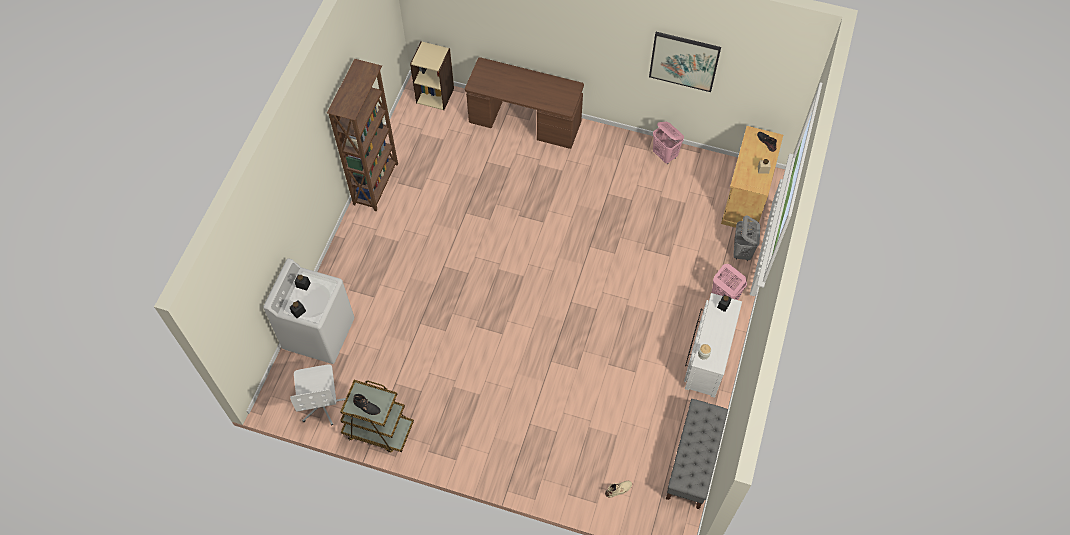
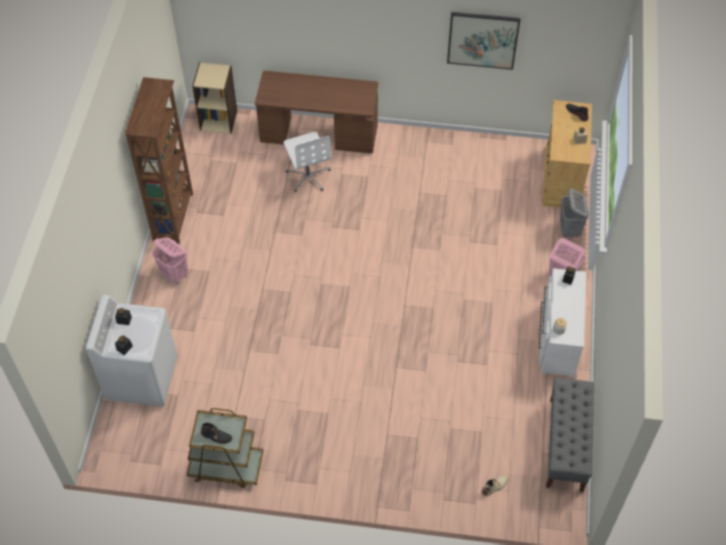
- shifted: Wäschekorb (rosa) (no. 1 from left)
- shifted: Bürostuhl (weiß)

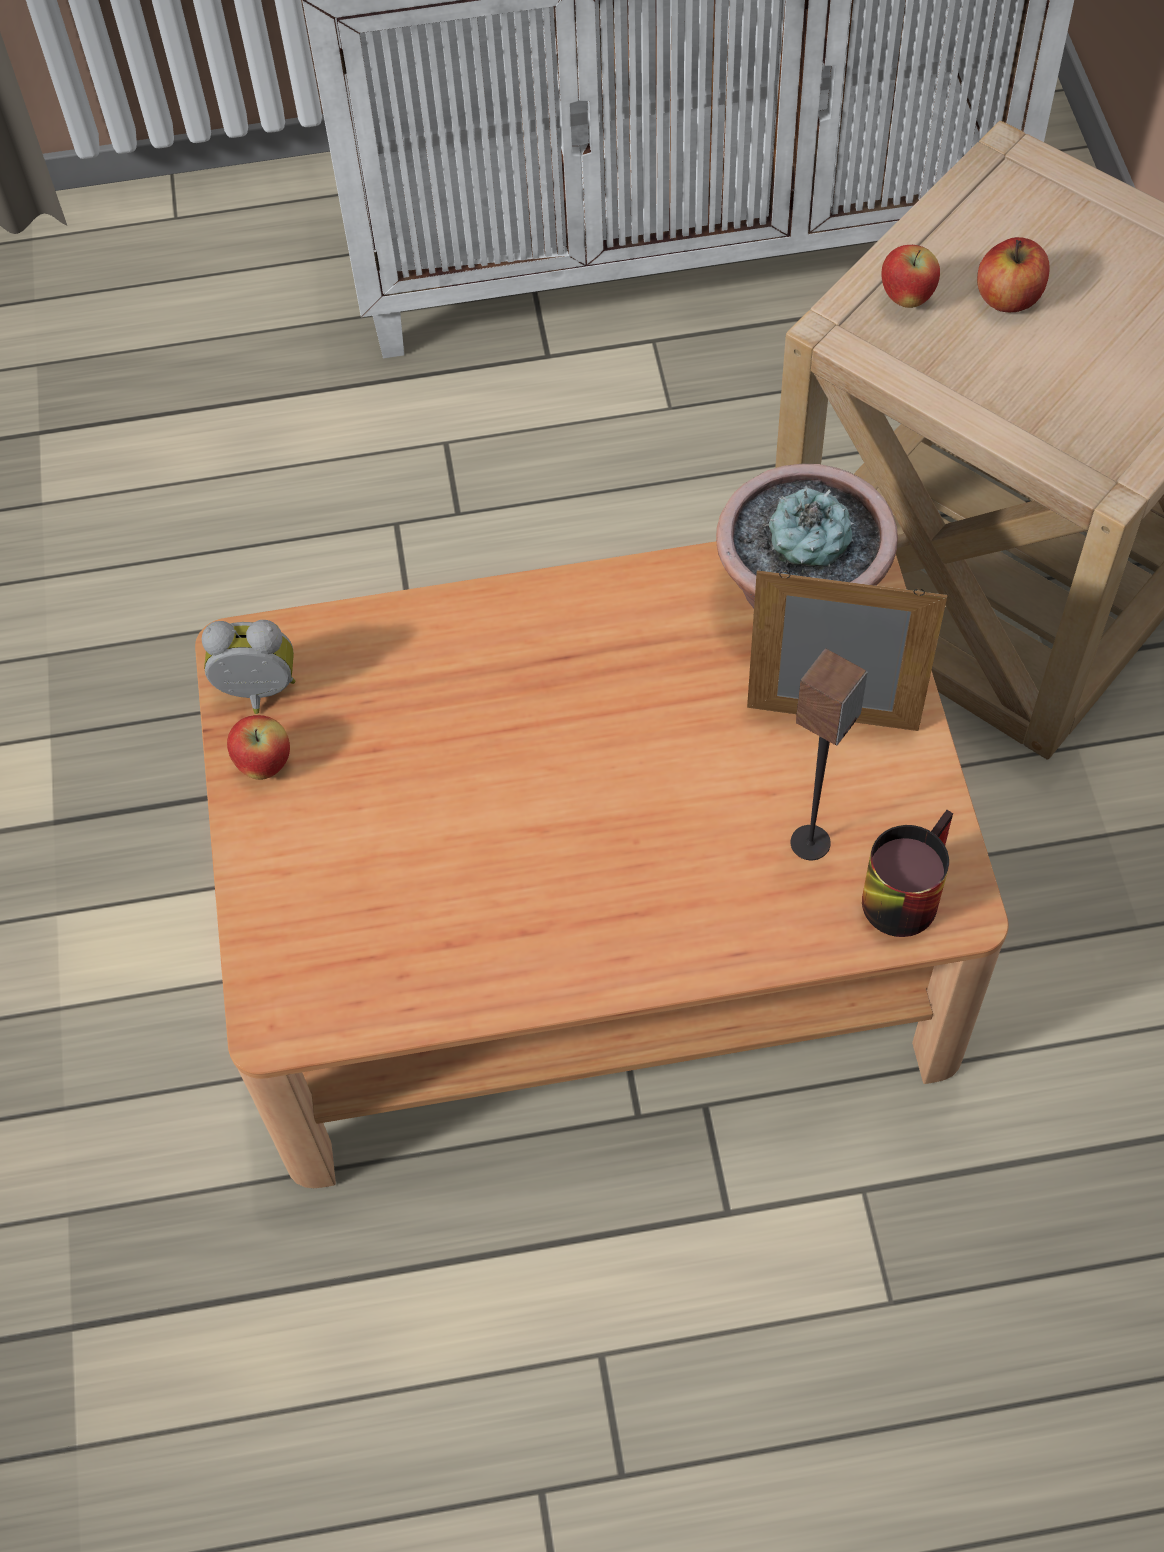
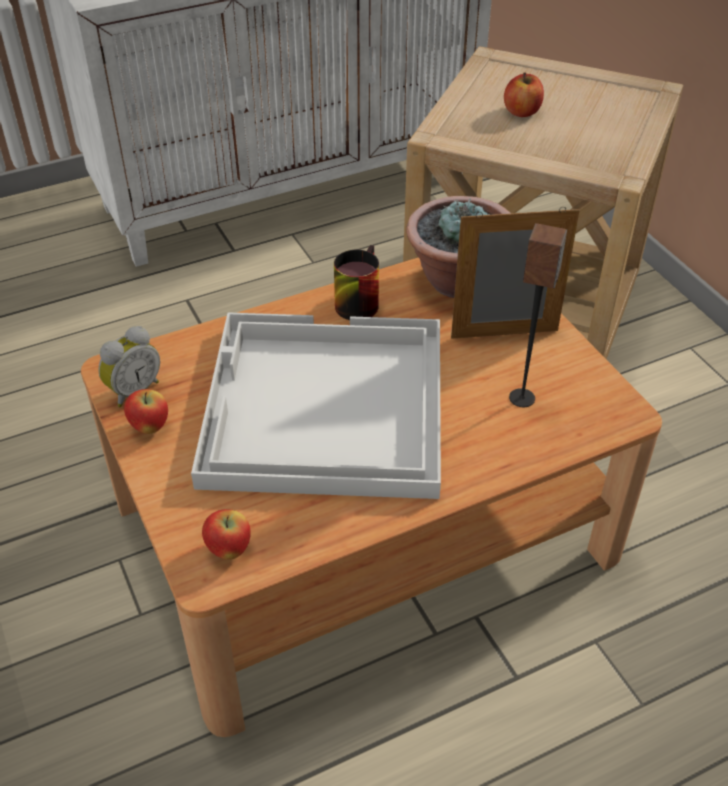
- rotated: Wecker 150 degrees clockwise
- new: Tablett (weiß)
- shifted: Apfel (no. 2 from left)
- shifted: Henkelbecher

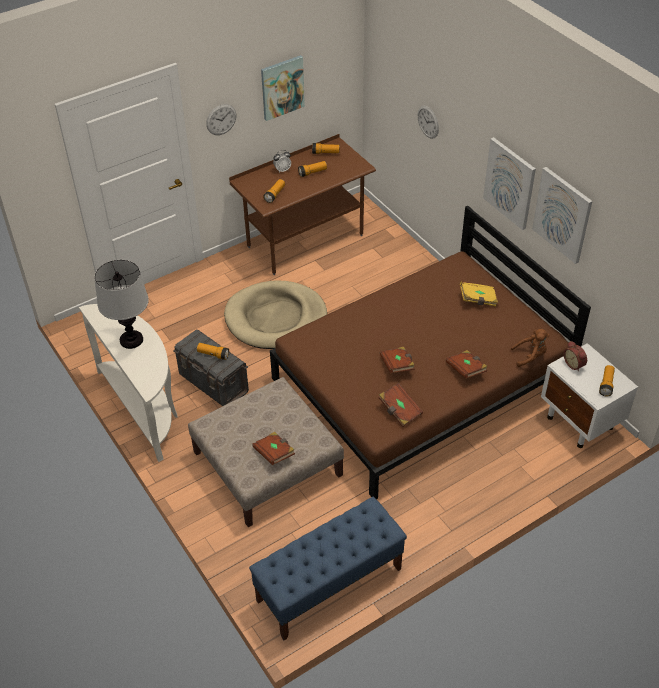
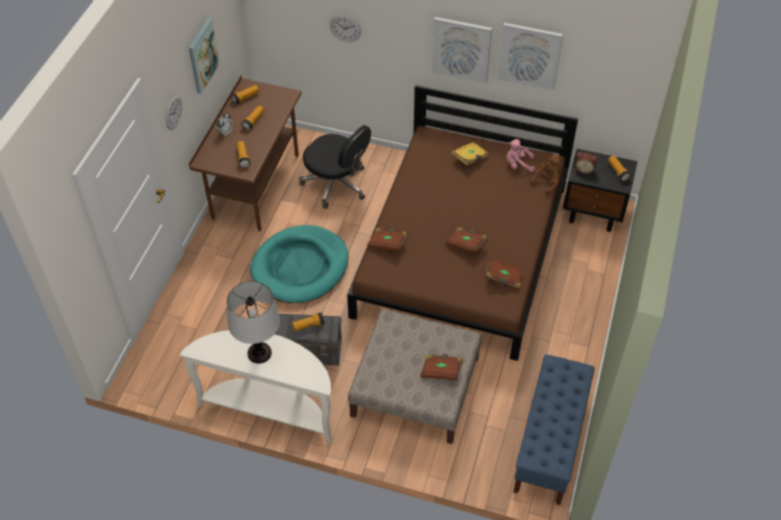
- repainted: Hundebett (beige) to Hundebett (türkis)
- new: Bürostuhl (schwarz)
- shifted: Buch (braun) (no. 4 from left in the first image) to Buch (braun) (no. 1 from left)
- new: Plüschtier (rosa)
- repainted: Nachttisch (weiß) to Nachttisch (schwarz)

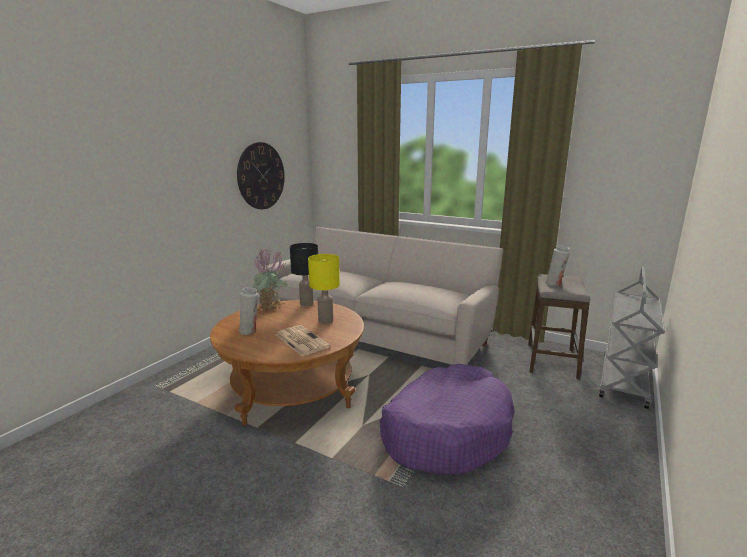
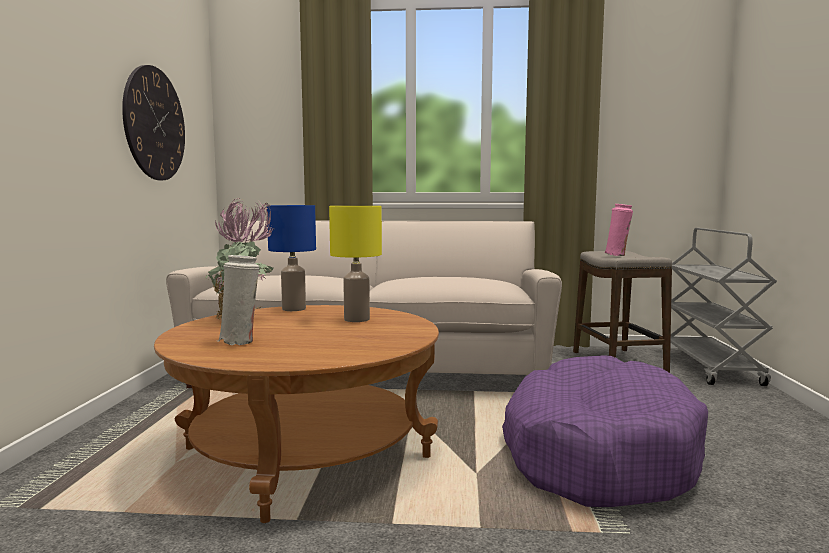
- repainted: Tischlampe (schwarz) to Tischlampe (blau)
- repainted: Vase (weiß) (no. 2 from left) to Vase (rosa)
- gone: Zeitung

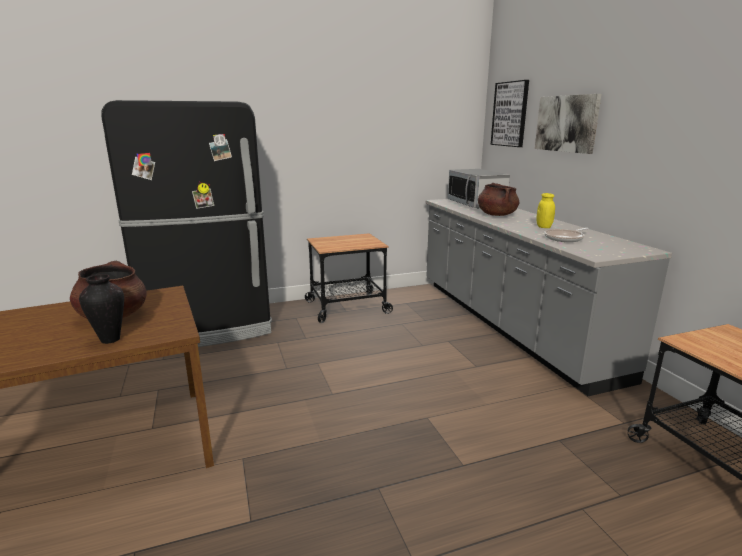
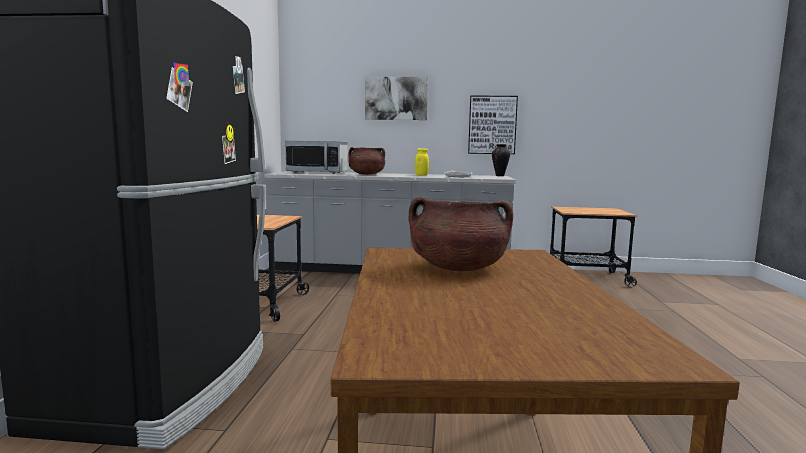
- shifted: Bild (no. 1 from left in the first image) to Bild (no. 2 from left)
- shifted: Vase

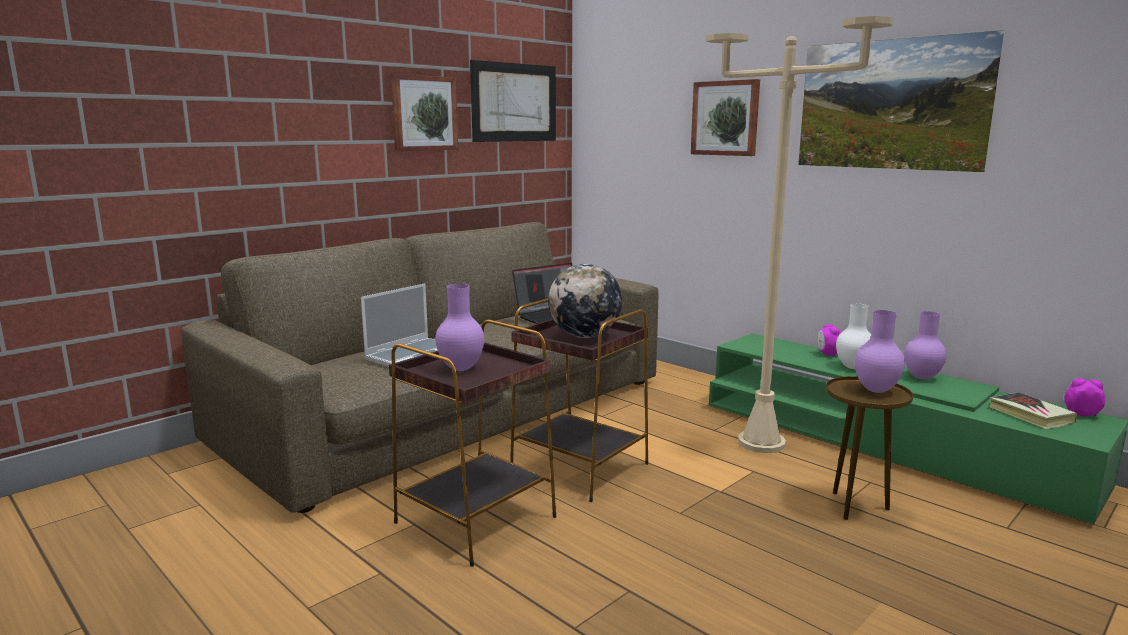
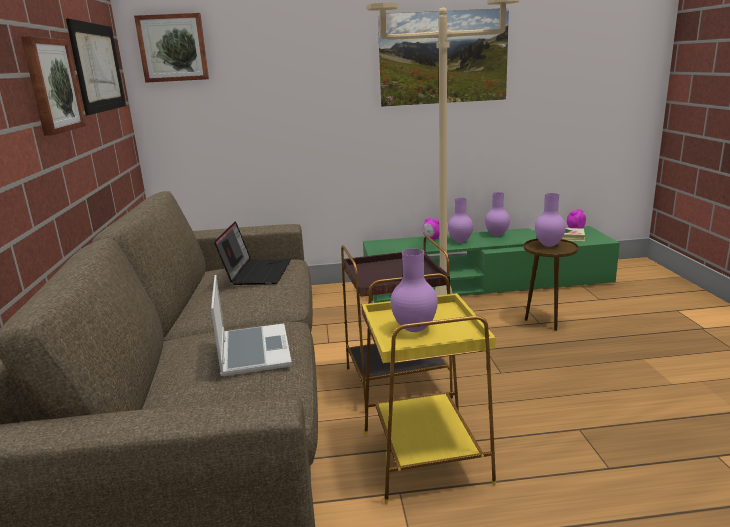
- shifted: Bild (no. 3 from left)
- repainted: Beistelltisch (braun) (no. 1 from left) to Beistelltisch (gelb)
- repainted: Vase (weiß) to Vase (lila) (no. 2 from left)
- gone: Globus

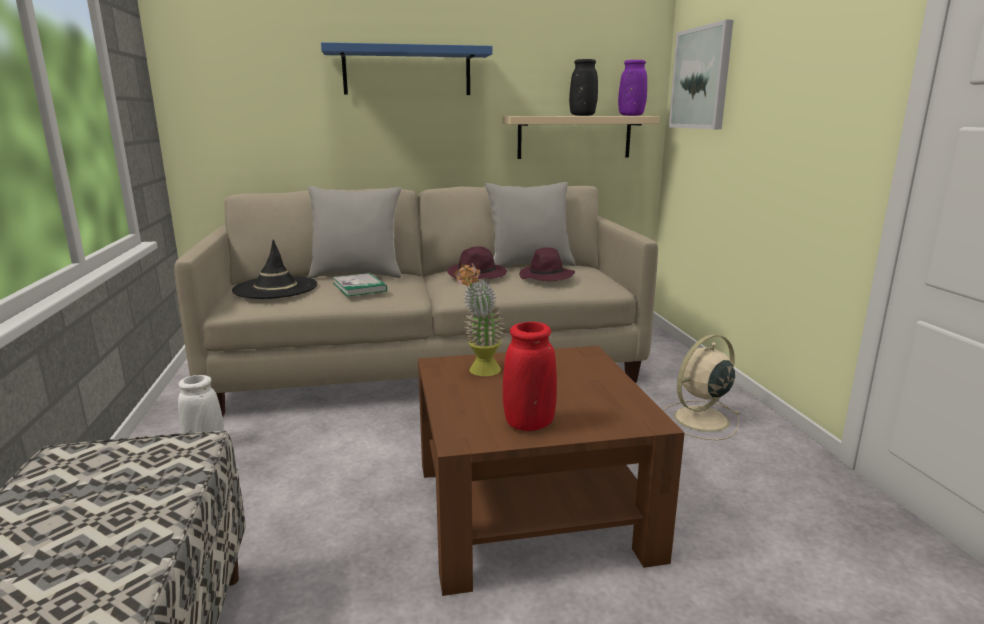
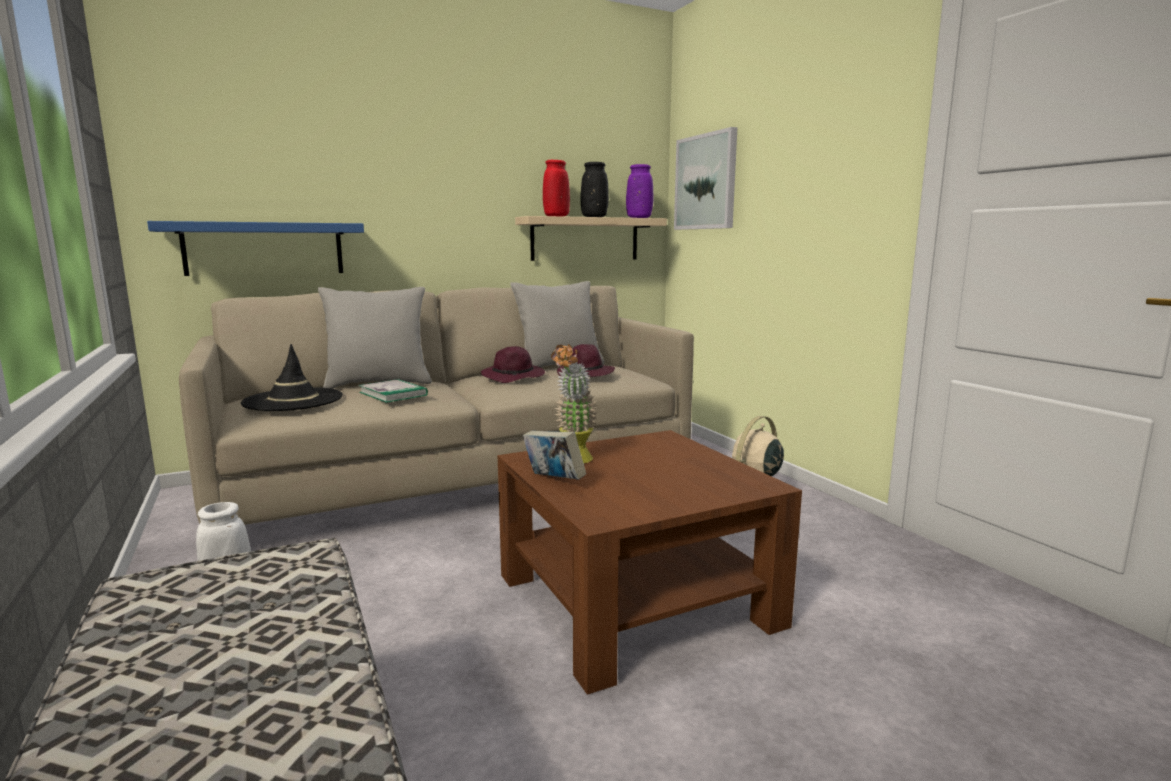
- shifted: Wandregal (blau)
- new: Buch (no. 2 from left)
- shifted: Vase (rot)

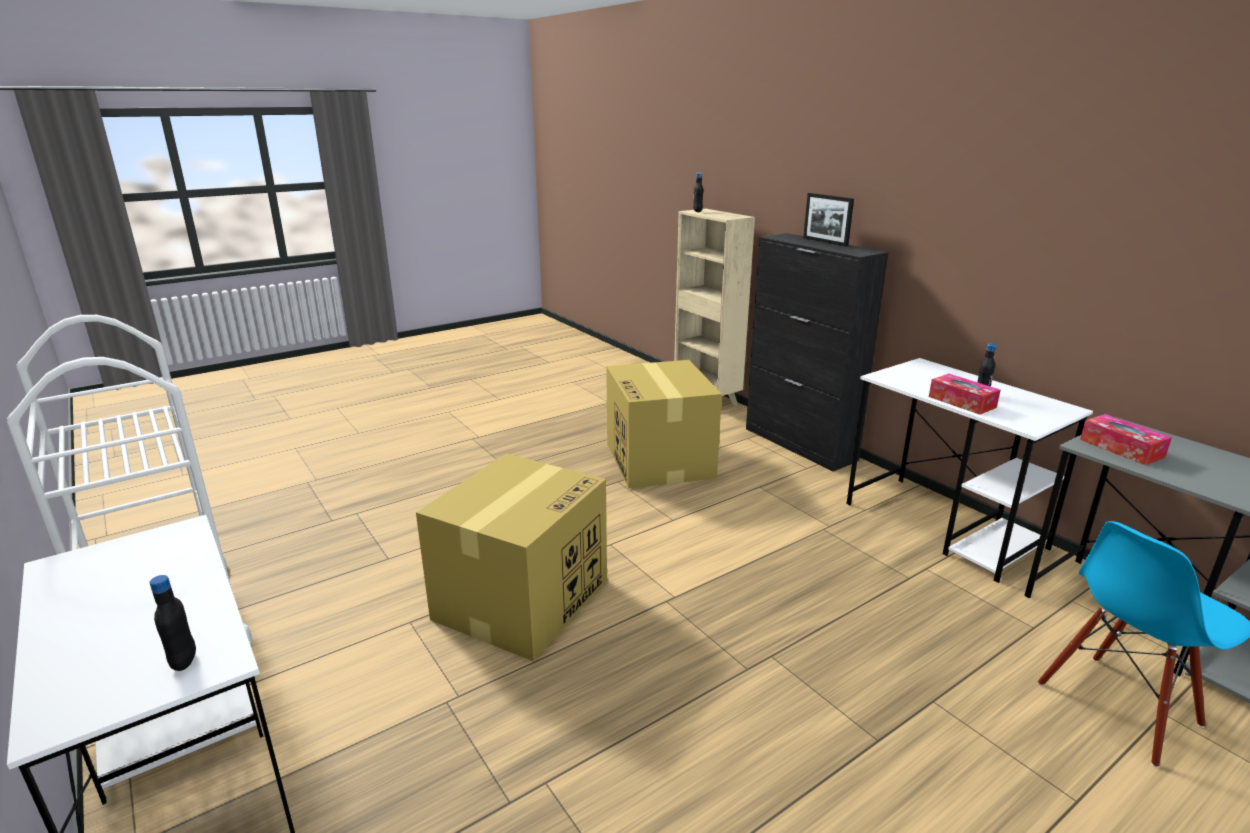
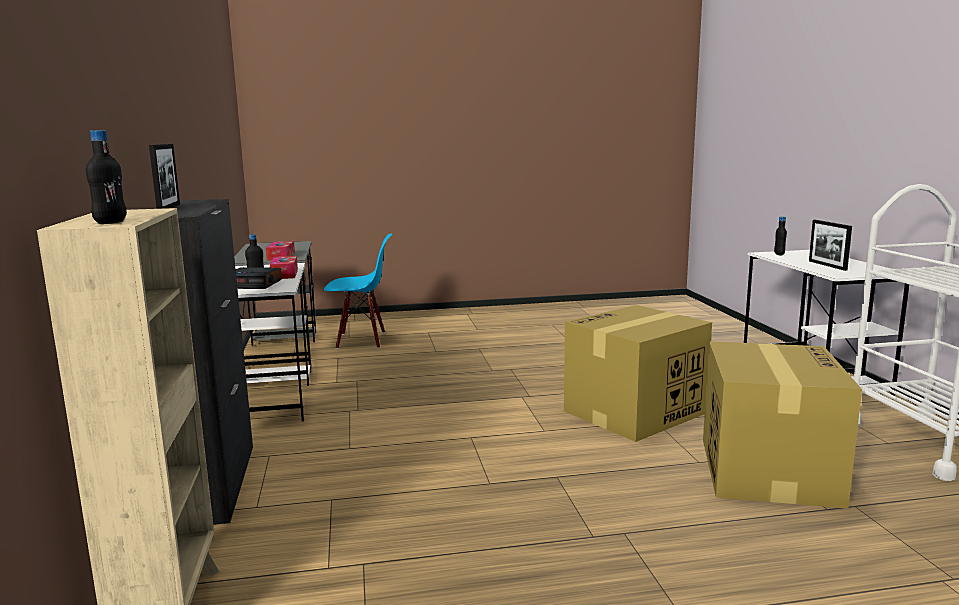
- new: Wecker
- shifted: Karton (no. 2 from left)
- new: Bilderrahmen (no. 2 from left)

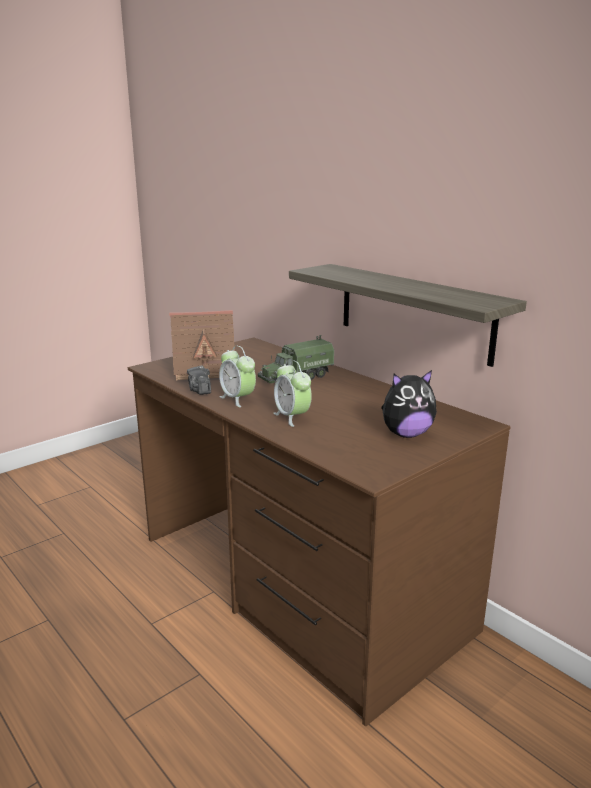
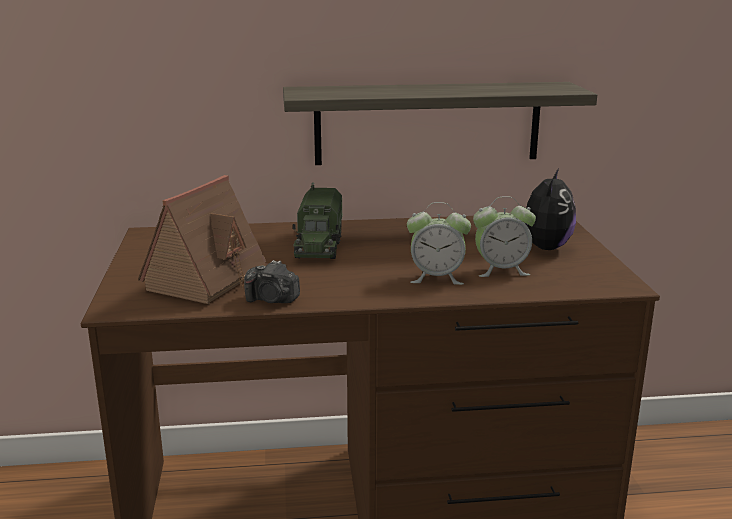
- shifted: Wecker (no. 1 from left in the first image) to Wecker (no. 2 from left)

